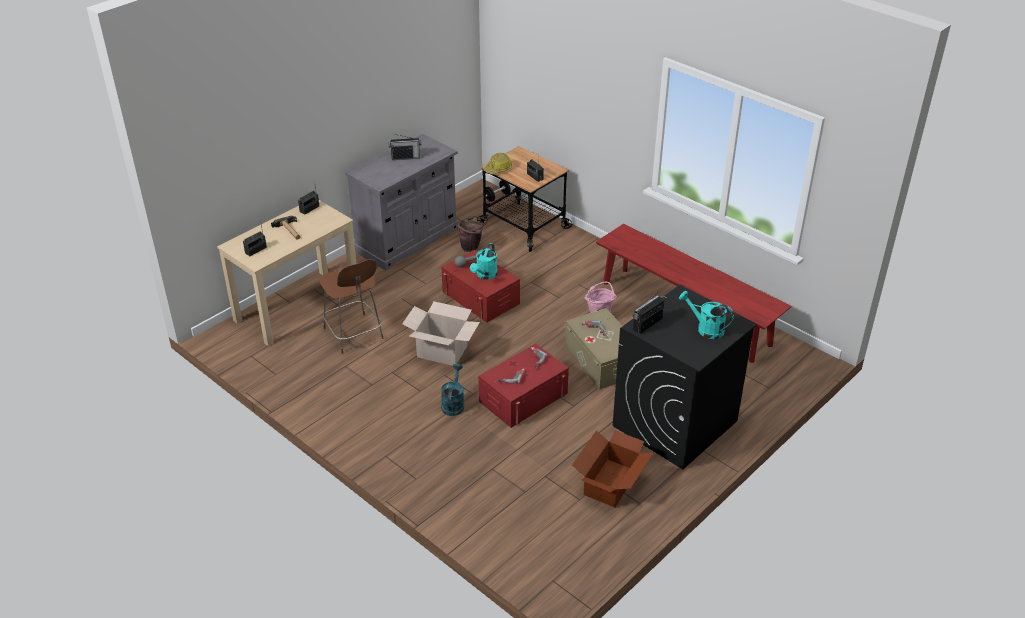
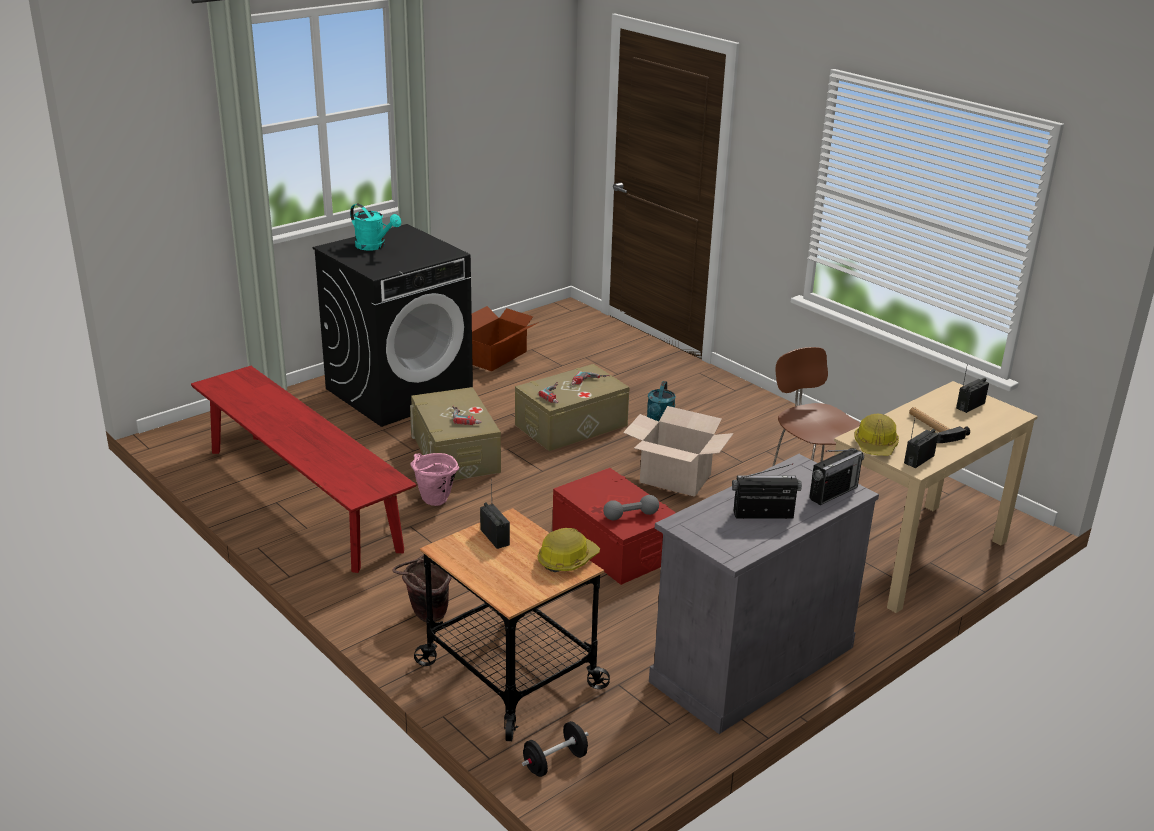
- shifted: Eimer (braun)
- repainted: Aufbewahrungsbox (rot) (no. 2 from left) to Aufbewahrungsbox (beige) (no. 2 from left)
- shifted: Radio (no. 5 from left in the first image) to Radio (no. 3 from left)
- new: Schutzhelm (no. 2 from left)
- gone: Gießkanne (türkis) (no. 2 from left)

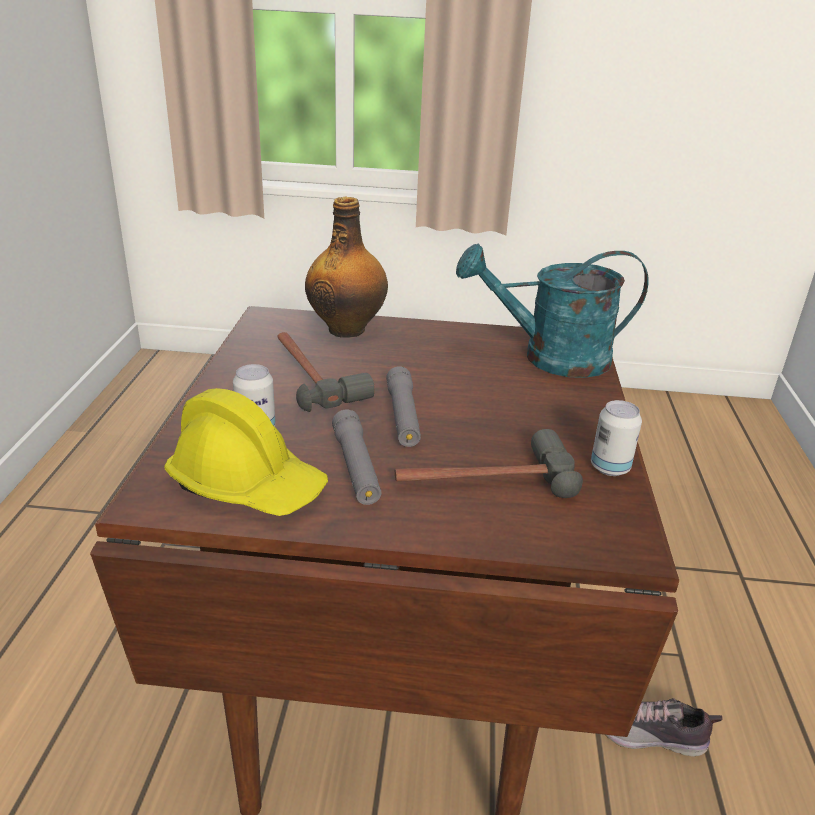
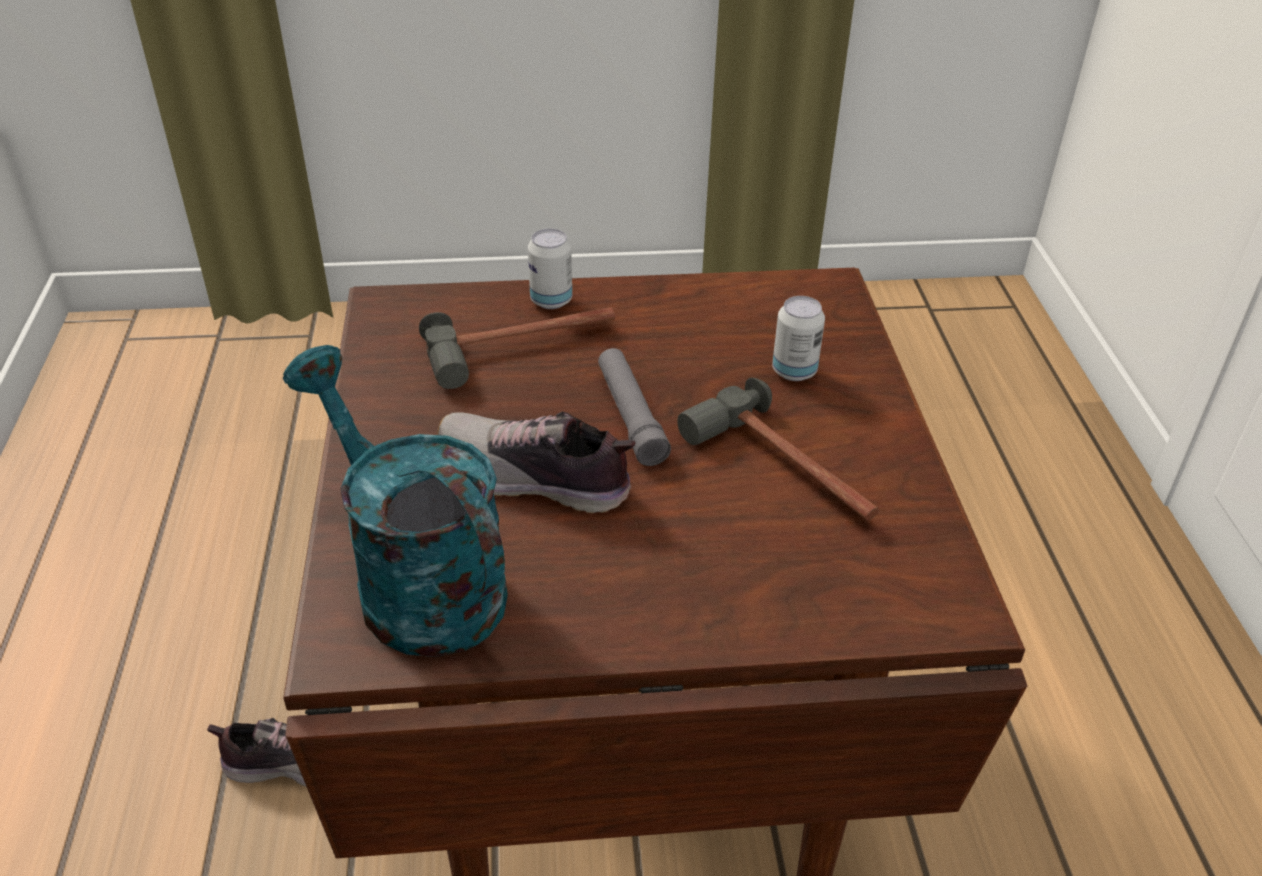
- rotated: Gießkanne (türkis) 120 degrees counterclockwise
- new: Schuh (no. 2 from left)
- shifted: Dose (no. 2 from left in the first image) to Dose (no. 1 from left)
- gone: Schutzhelm (gelb)
- gone: Flasche
- gone: Taschenlampe (grau) (no. 1 from left)

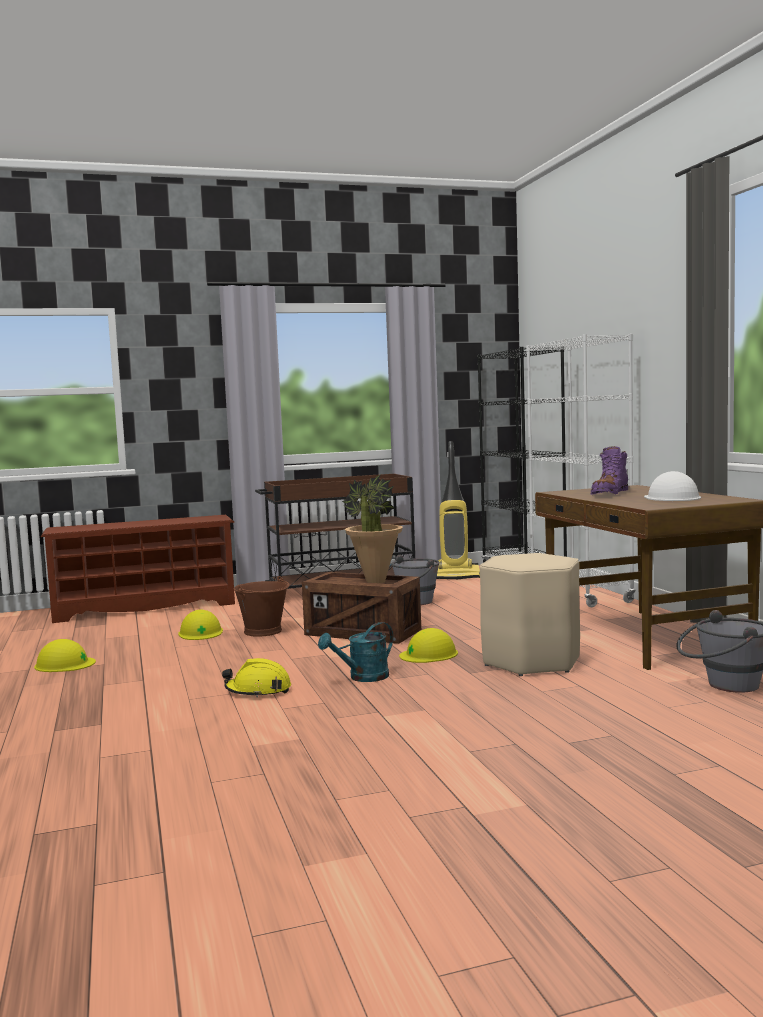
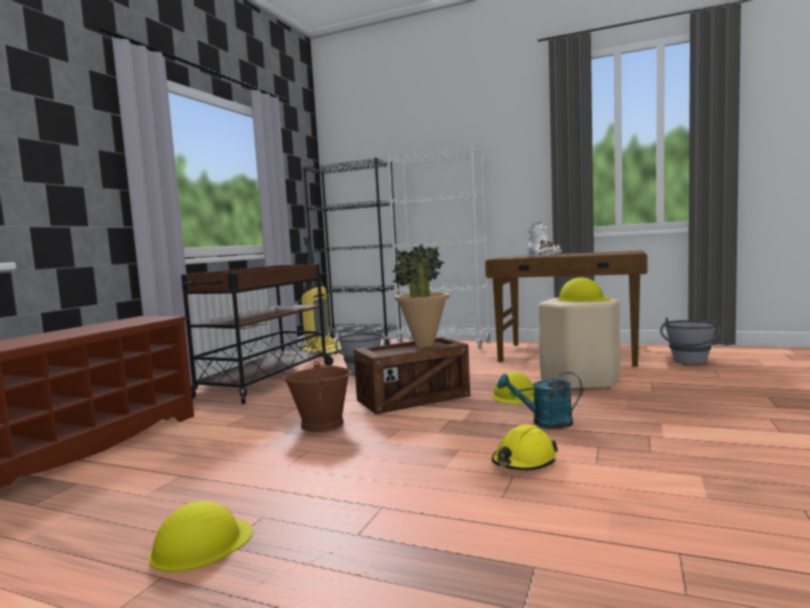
- rotated: Gießkanne (türkis) 90 degrees clockwise
- repainted: Stiefel (lila) to Stiefel (weiß)
- shifted: Schutzhelm (gelb) (no. 2 from left in the first image) to Schutzhelm (gelb) (no. 4 from left)
- gone: Schutzhelm (weiß)

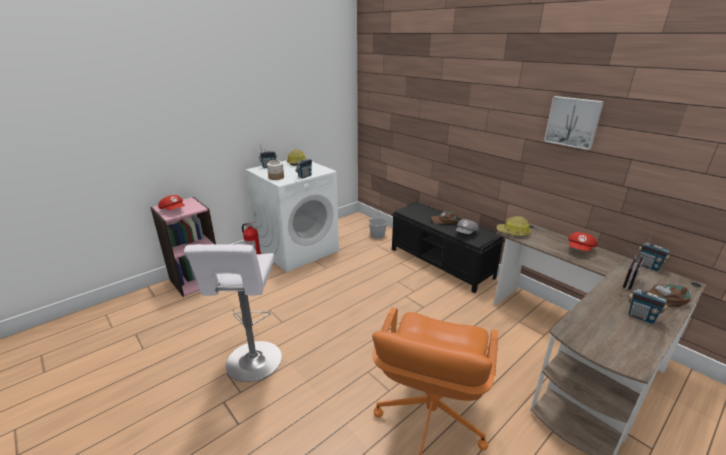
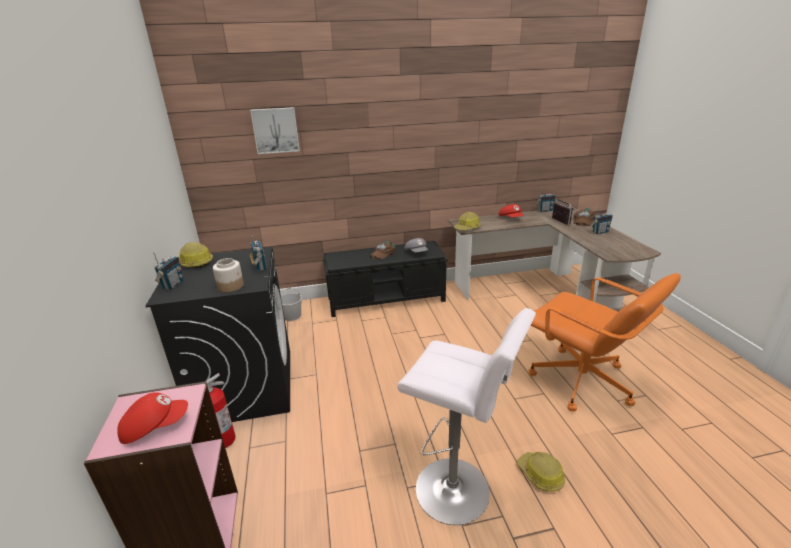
- repainted: Waschmaschine (weiß) to Waschmaschine (schwarz)
- shifted: Bild
- new: Schutzhelm (no. 3 from left)

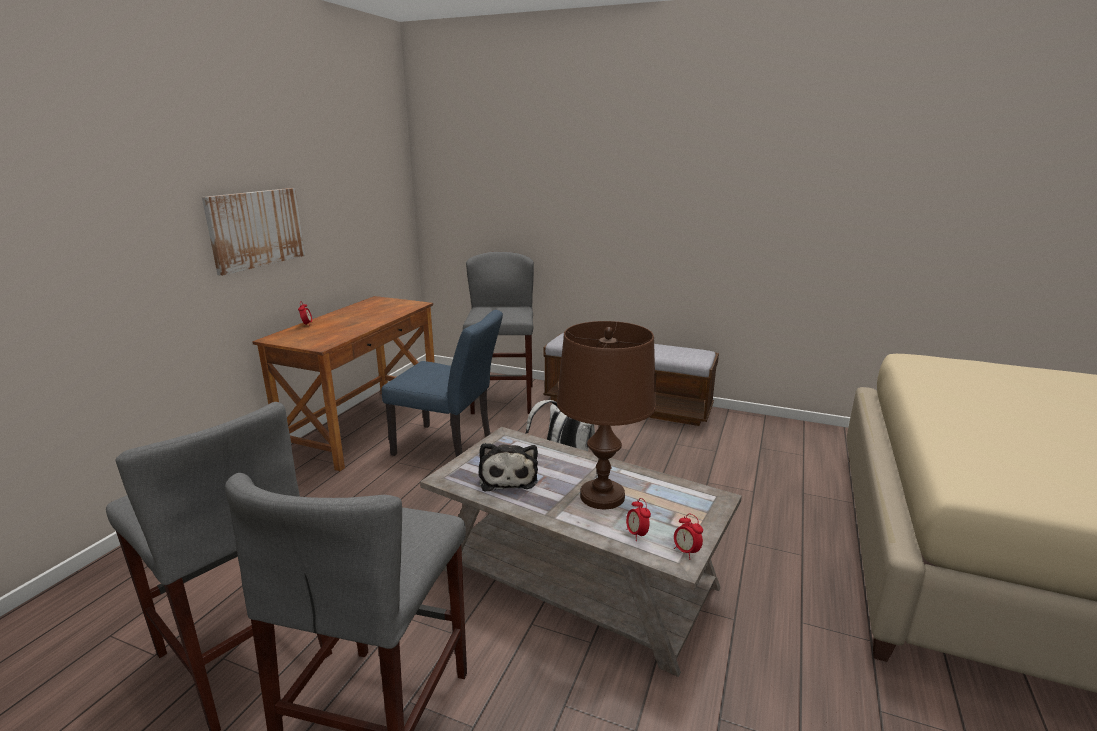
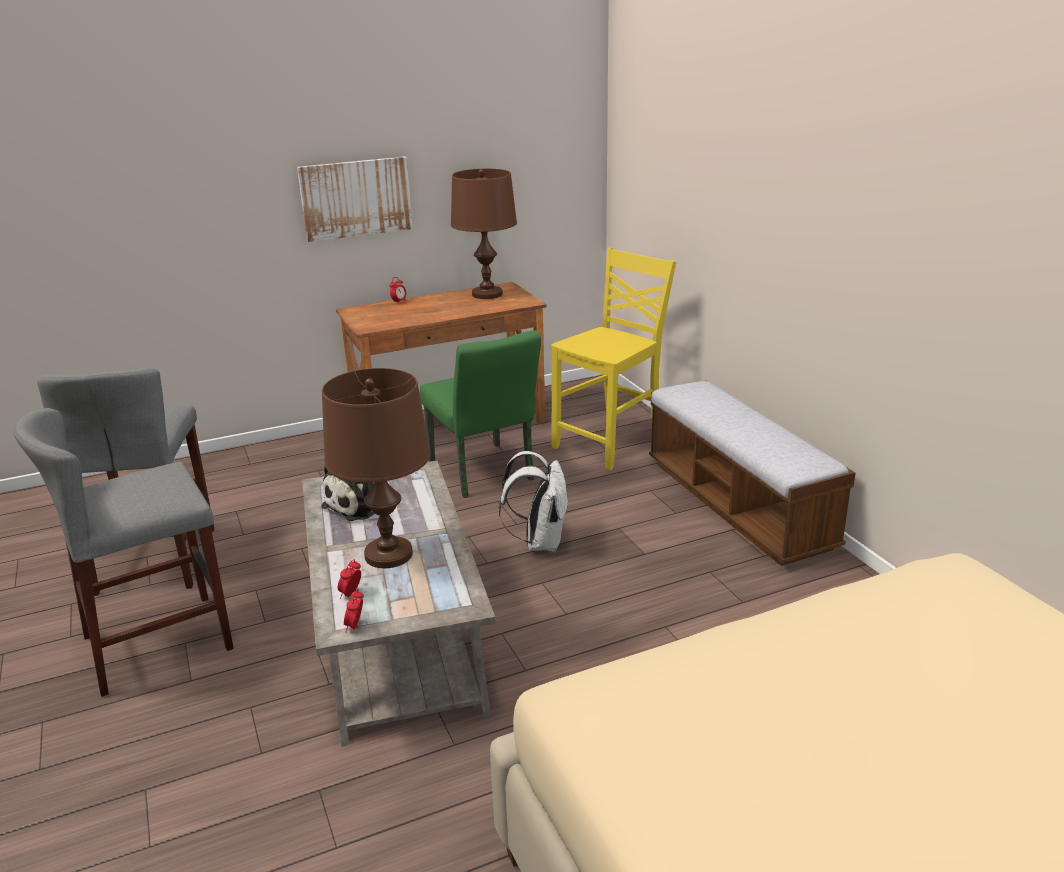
- repainted: Stuhl (blau) to Stuhl (grün)
- new: Tischlampe (braun) (no. 2 from left)
- swapped: Hocker (grau) (no. 3 from left) to Stuhl (gelb)

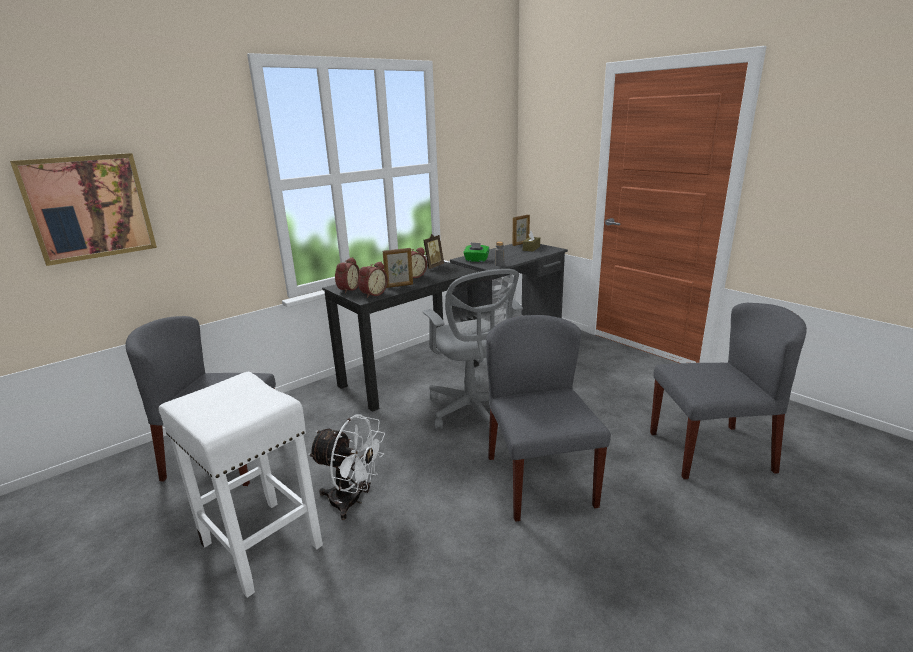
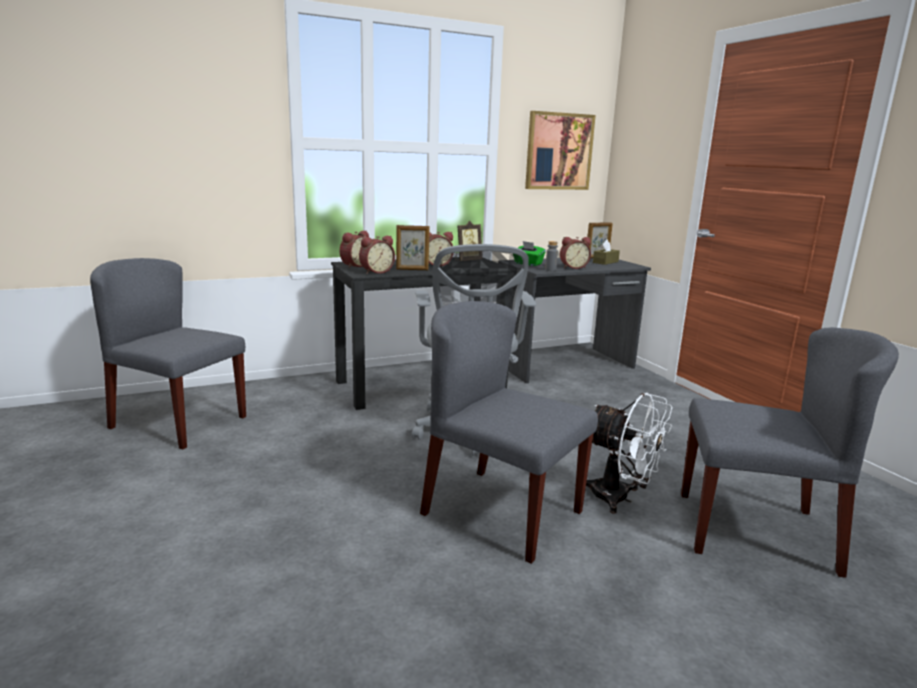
- rotated: Stuhl (grau) (no. 2 from left) 60 degrees counterclockwise
- shifted: Bild
- new: Wecker (no. 4 from left)
- shifted: Ventilator (weiß)
- gone: Hocker (weiß)

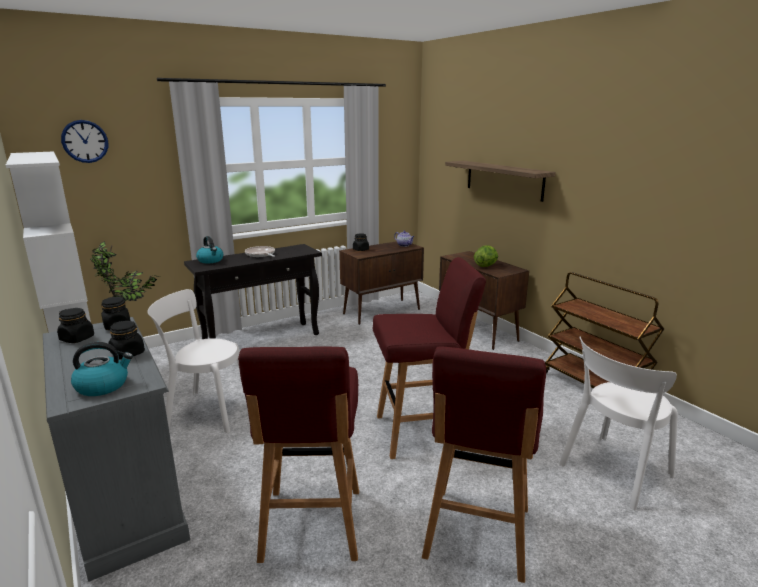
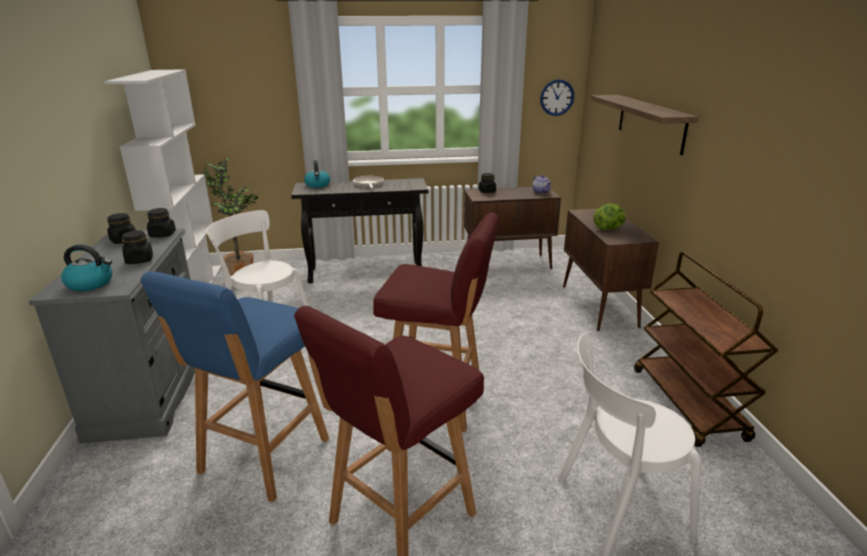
- repainted: Hocker (rot) (no. 1 from left) to Hocker (blau)
- shifted: Wanduhr

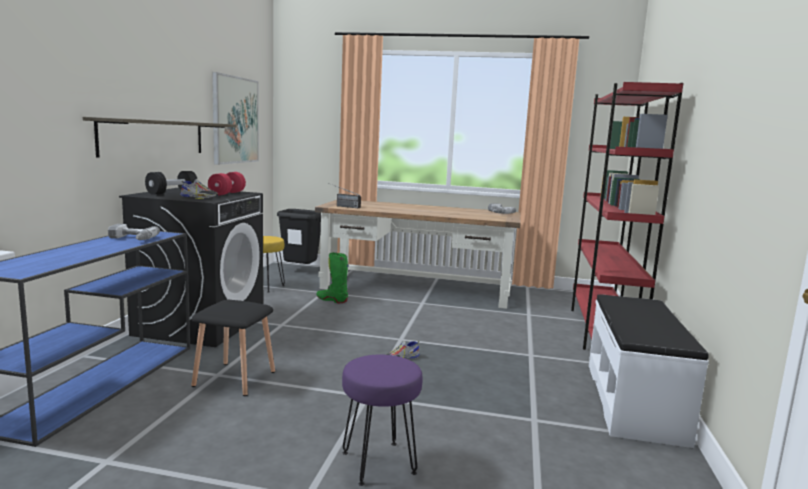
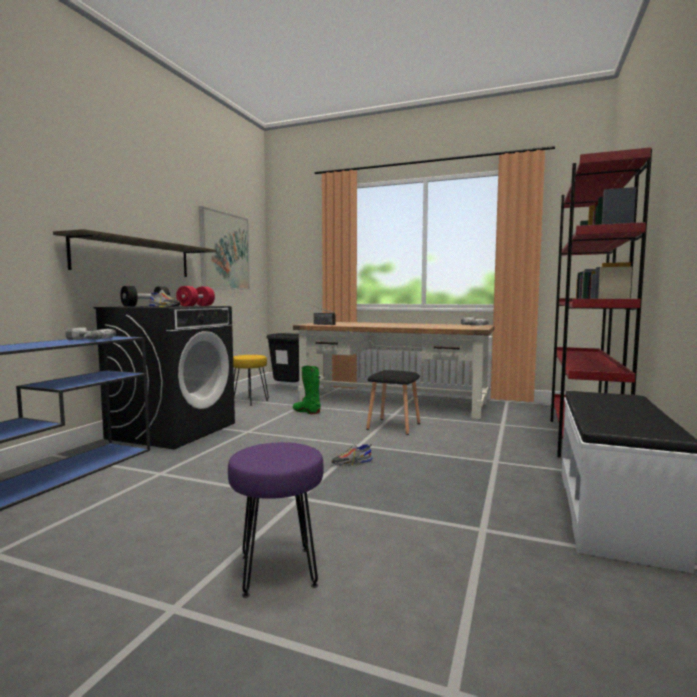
- shifted: Hocker (schwarz)

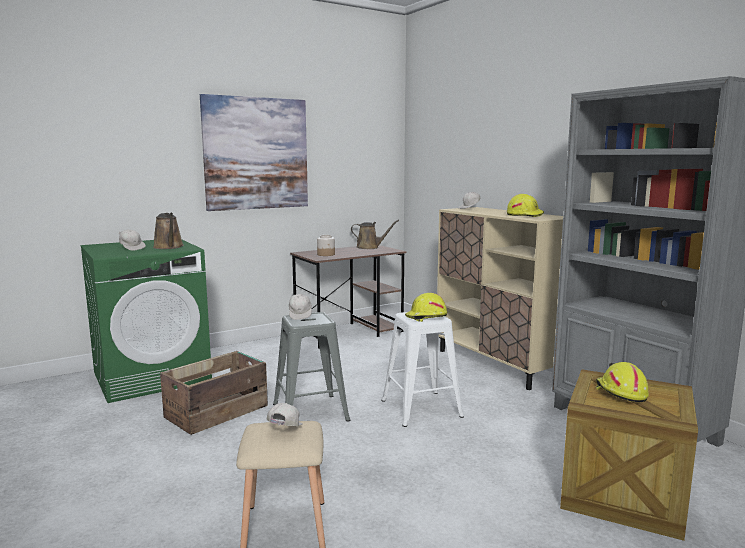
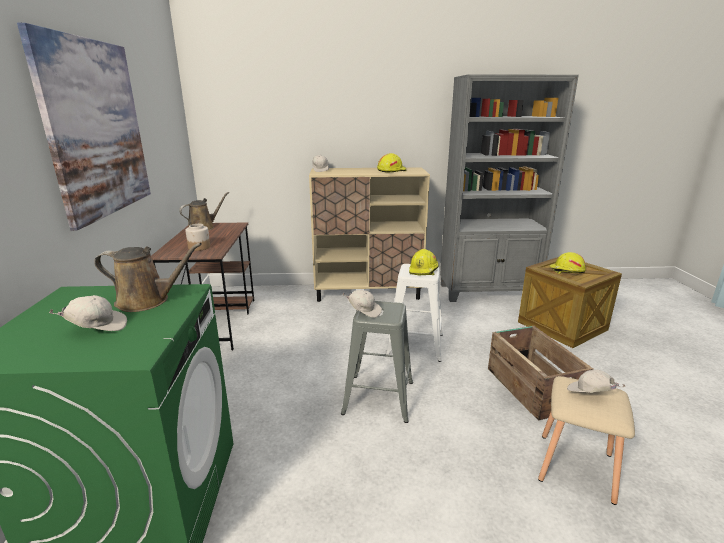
- shifted: Kiste (no. 1 from left)

